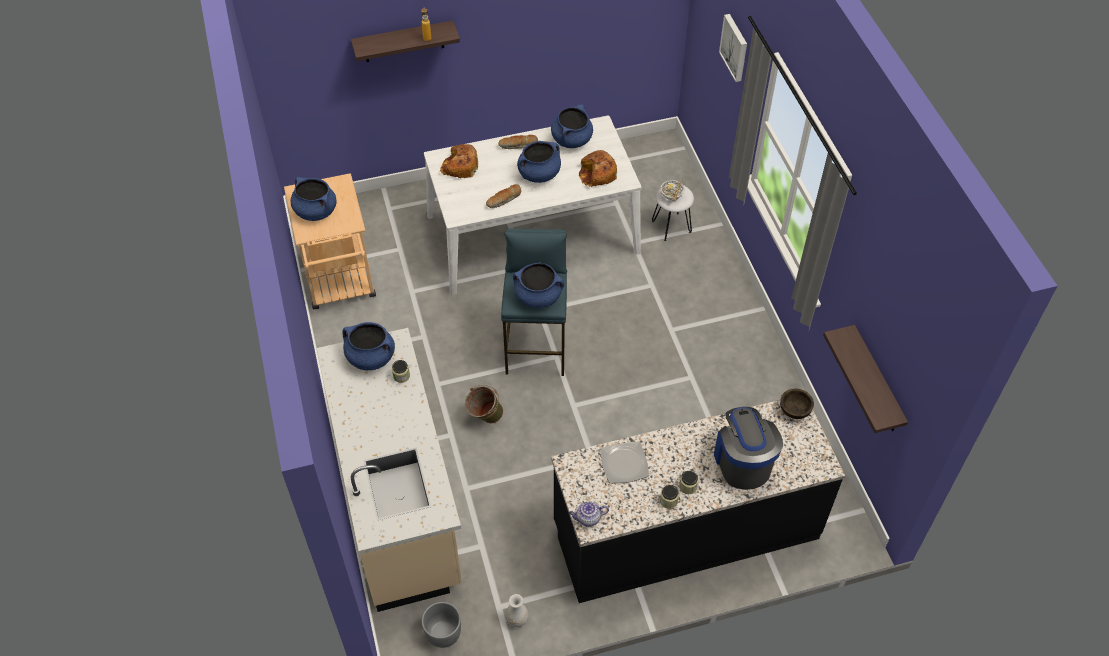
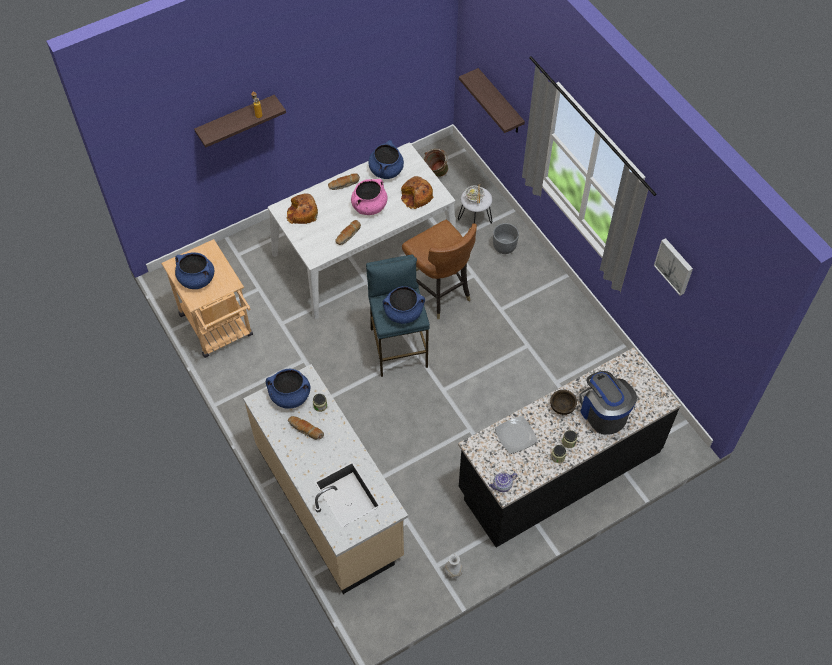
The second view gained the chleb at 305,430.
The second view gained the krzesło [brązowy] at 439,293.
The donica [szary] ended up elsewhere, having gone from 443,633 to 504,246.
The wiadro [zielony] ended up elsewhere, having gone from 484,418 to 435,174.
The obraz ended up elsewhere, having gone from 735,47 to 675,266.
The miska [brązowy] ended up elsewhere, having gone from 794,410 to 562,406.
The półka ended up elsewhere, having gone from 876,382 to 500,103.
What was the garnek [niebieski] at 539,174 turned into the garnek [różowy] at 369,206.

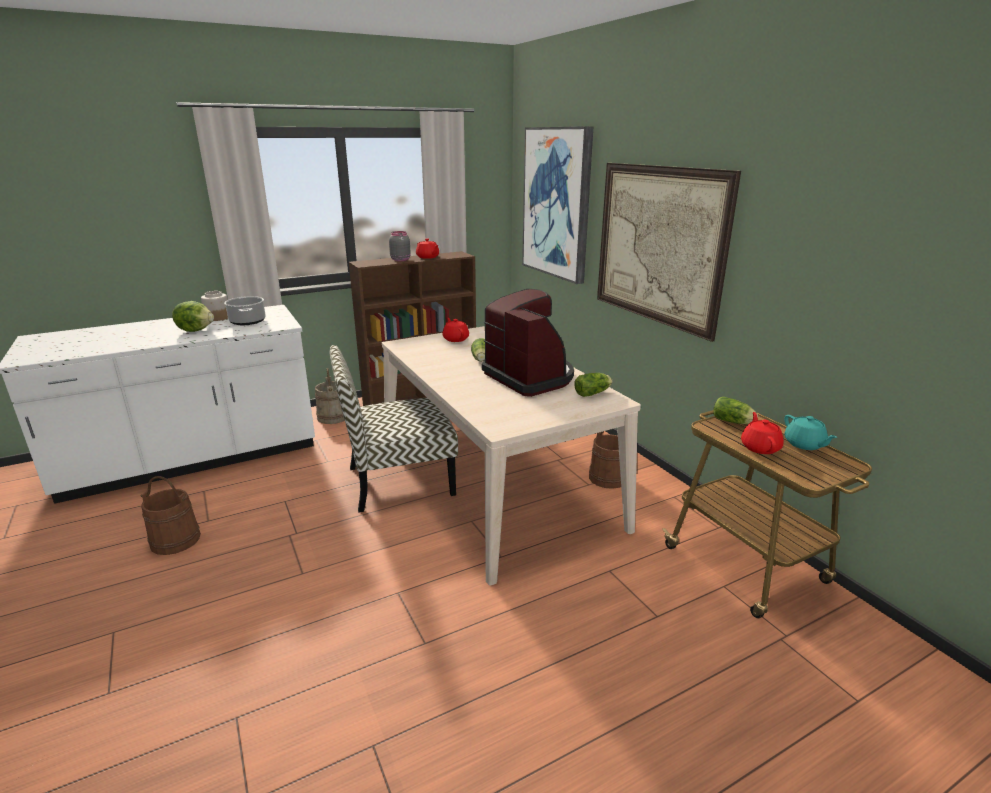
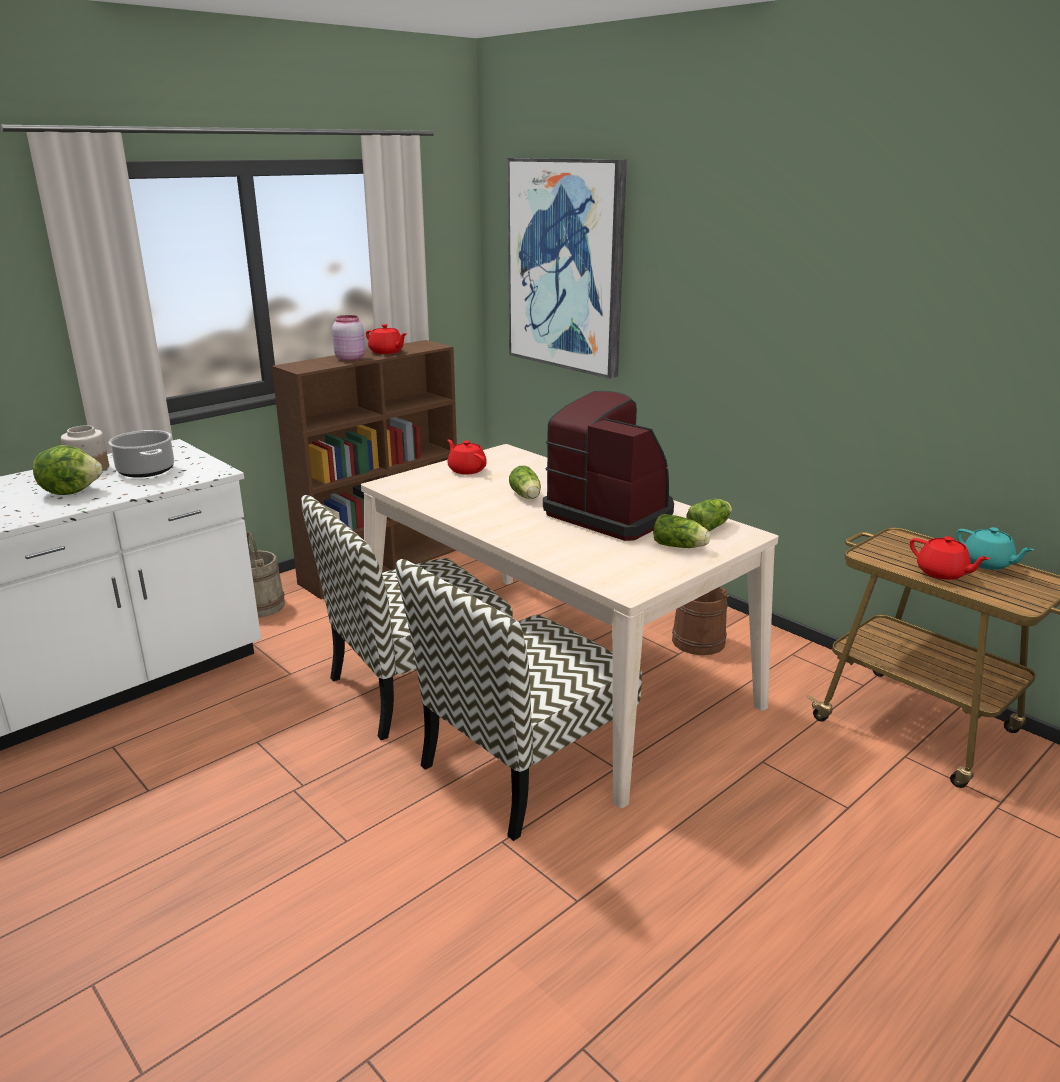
The second view lost the wiadro [brązowy] at 175,540.
The second view lost the obraz at 658,245.
The second view gained the krzesło at 523,768.
The sałata ended up elsewhere, having gone from 734,422 to 681,546.
What was the słoik [szary] at 400,260 turned into the słoik [różowy] at 350,358.
The imbryk [czerwony] at 760,447 ended up facing another way, 150 degrees clockwise from before.

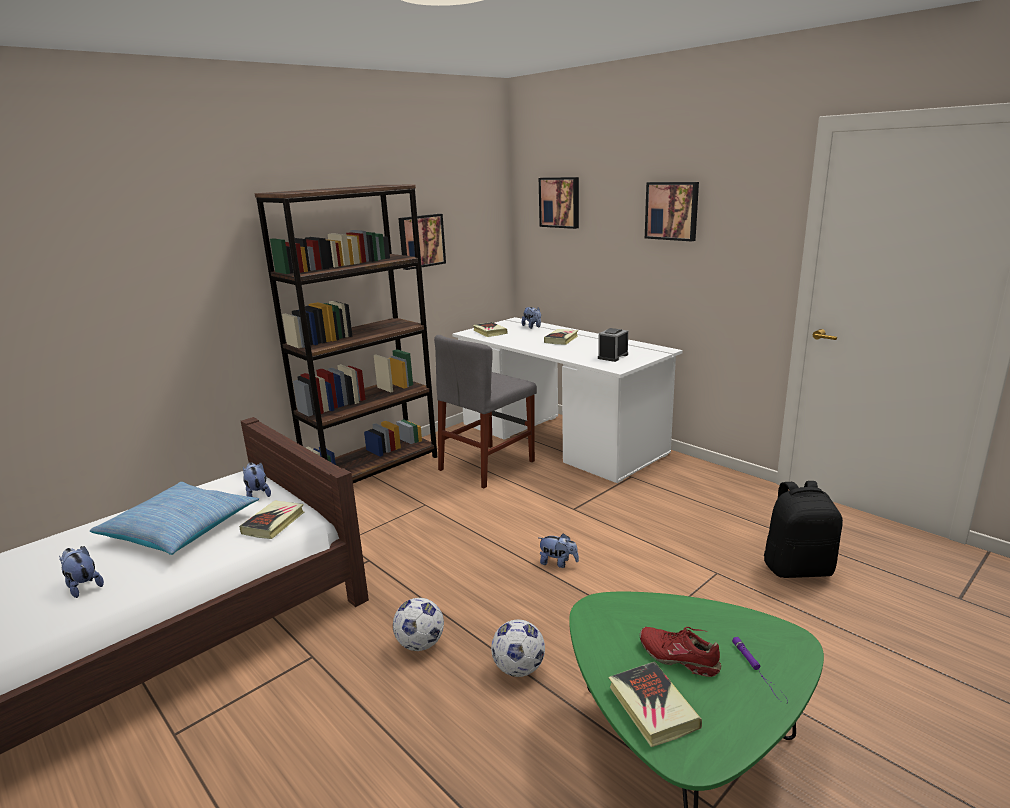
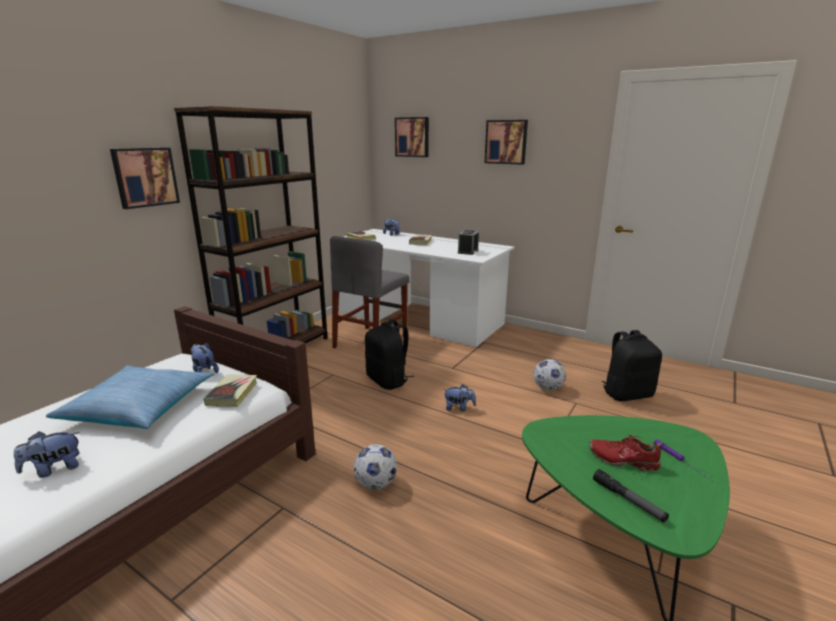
The second view gained the plecak [czarny] at 388,381.
The obraz ended up elsewhere, having gone from 421,241 to 145,177.
The piłka futbolowa ended up elsewhere, having gone from 518,668 to 547,388.
Where the książka stood at 652,707, the latarka came to stand at 628,500.
The pluszak at 83,586 ended up facing another way, 60 degrees counterclockwise from before.

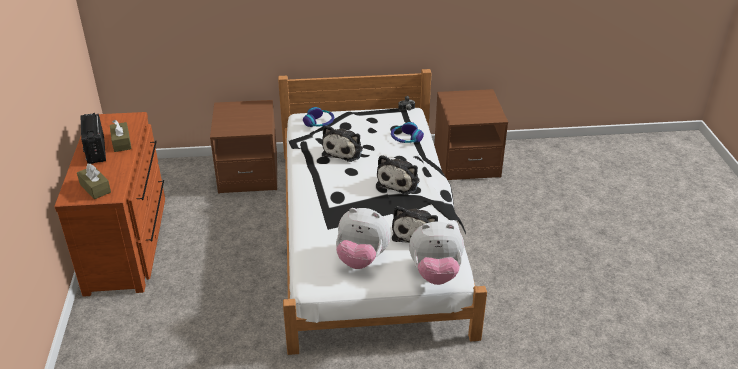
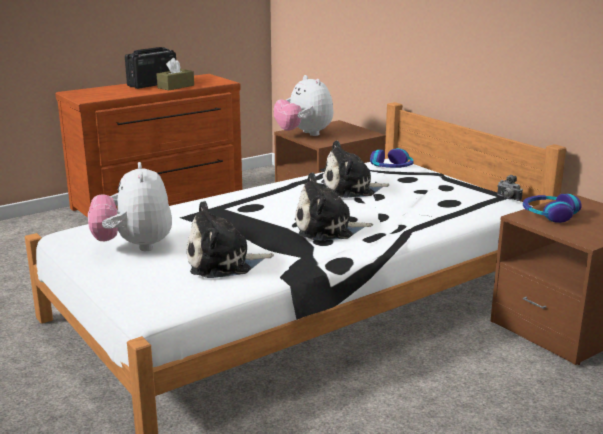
The second view lost the pudełko chusteczek [brązowy] at 95,188.
The słuchawki ended up elsewhere, having gone from 406,138 to 549,215.
The pluszak ended up elsewhere, having gone from 435,273 to 304,134.

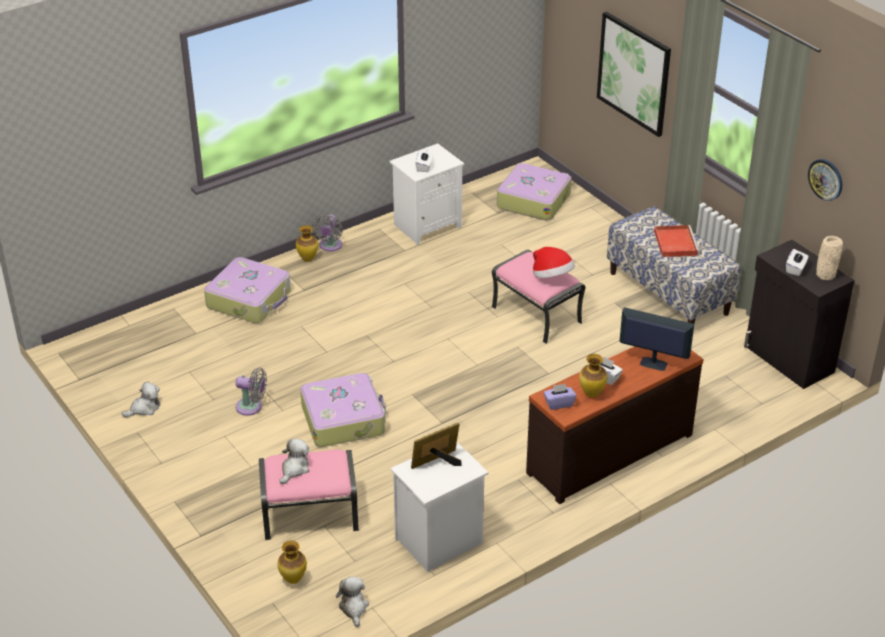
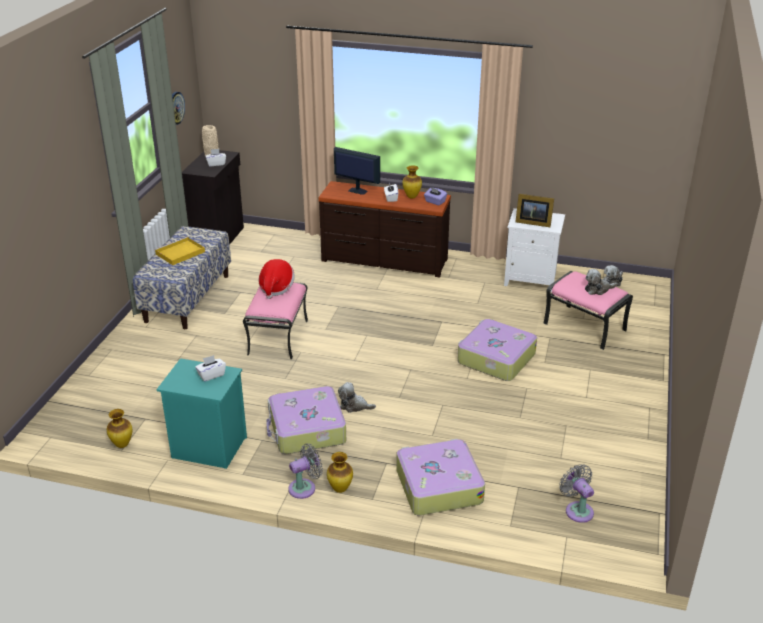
The second view lost the obraz at 634,73.
The pluszak ended up elsewhere, having gone from 144,408 to 354,406.
The wentylator [szary] ended up elsewhere, having gone from 251,407 to 577,510.
The wazon ended up elsewhere, having gone from 293,579 to 122,445.
The walizka ended up elsewhere, having gone from 533,200 to 306,430.
What was the szafka nocna [biały] at 427,225 turned into the szafka nocna [turkusowy] at 207,448.
What was the taca [czerwony] at 675,242 turned into the taca [żółty] at 179,253.
The monitor at 652,363 ended up facing another way, 135 degrees clockwise from before.

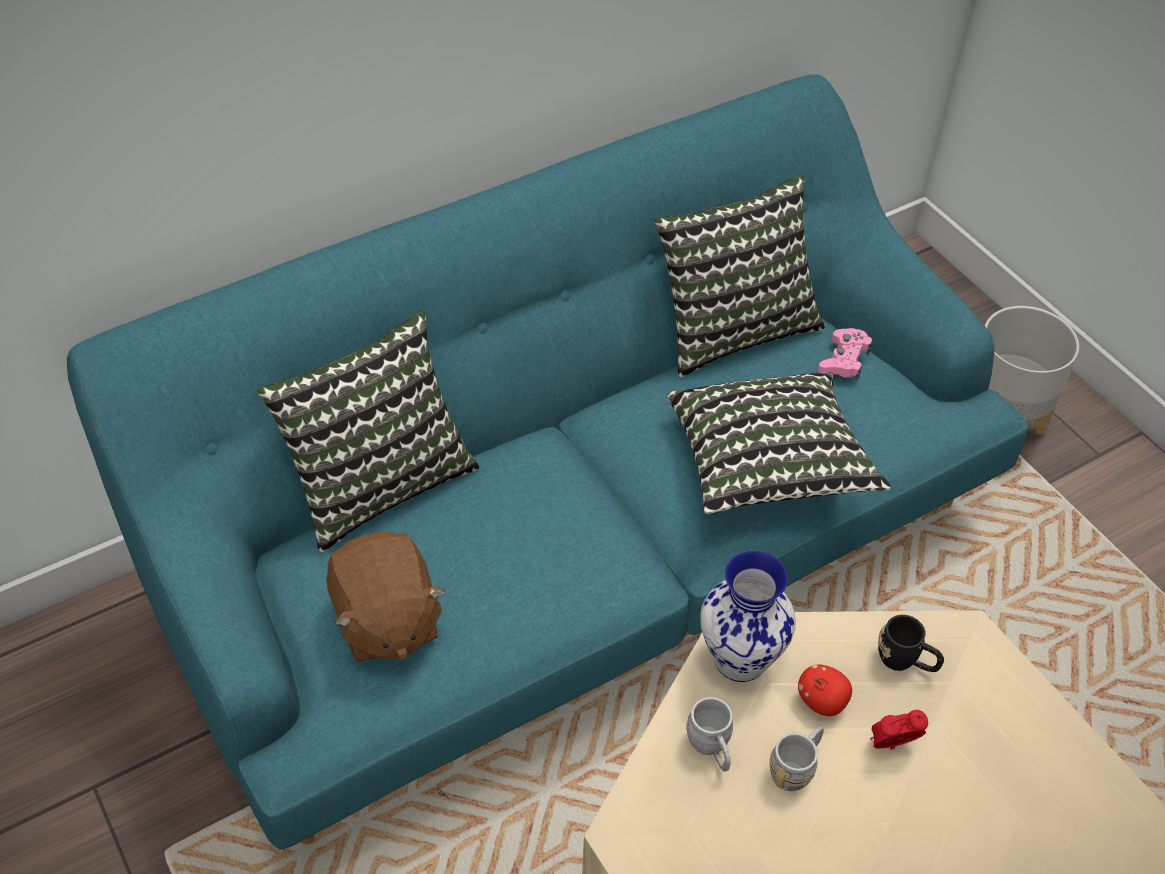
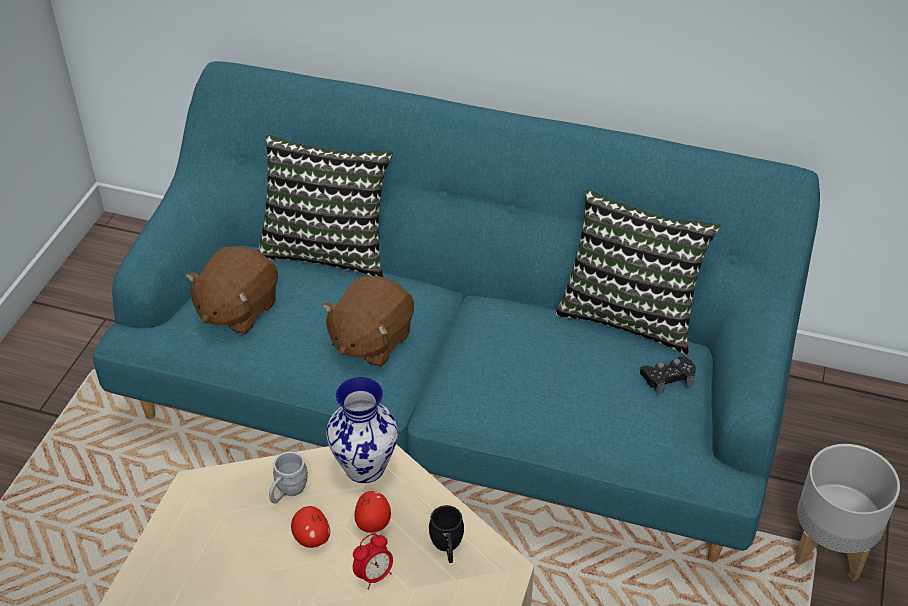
The second view lost the poduszka at 767,465.
The second view gained the pluszak [brązowy] at 370,341.
Where the kubek [szary] stood at 796,768, the jabłko came to stand at 312,538.
What was the pad do gier [różowy] at 844,360 turned into the pad do gier [czarny] at 668,378.
The budzik at 891,746 ended up facing another way, 105 degrees clockwise from before.

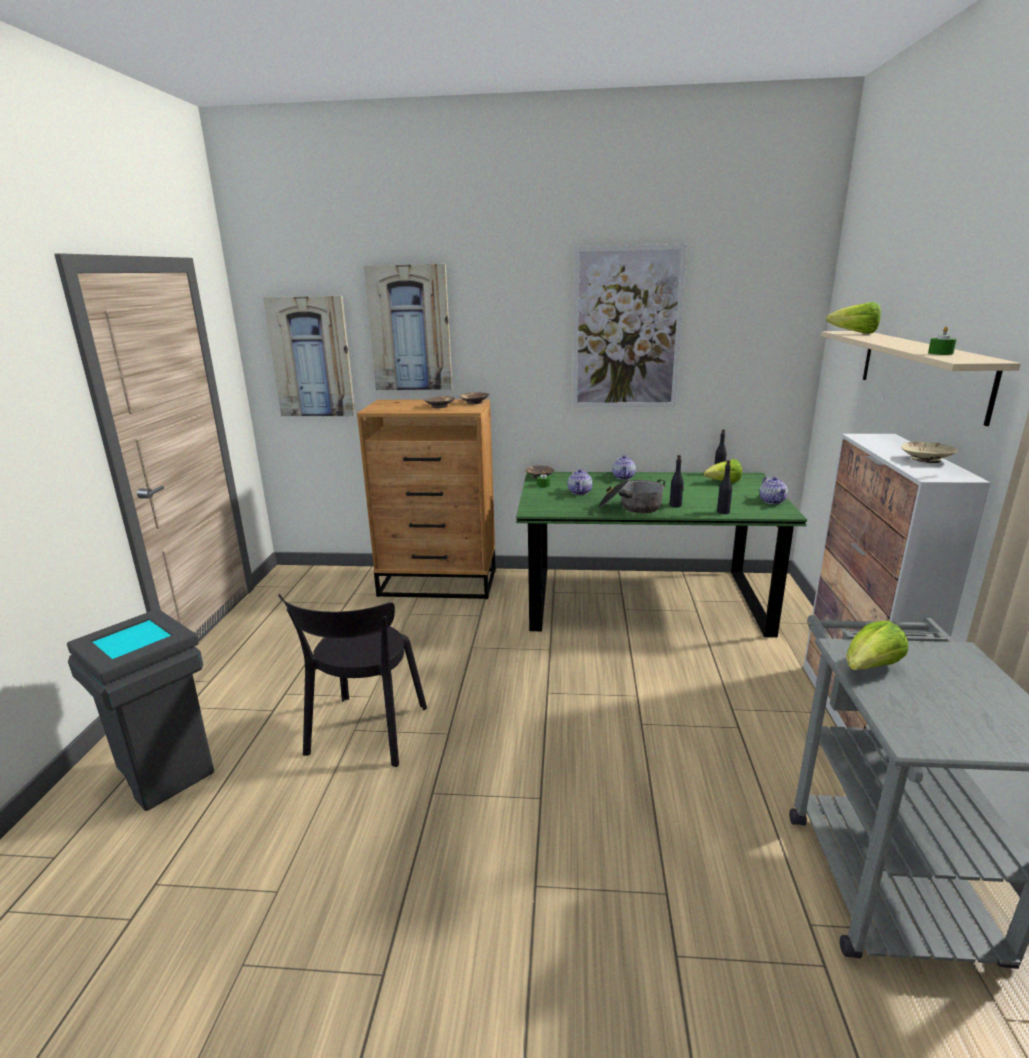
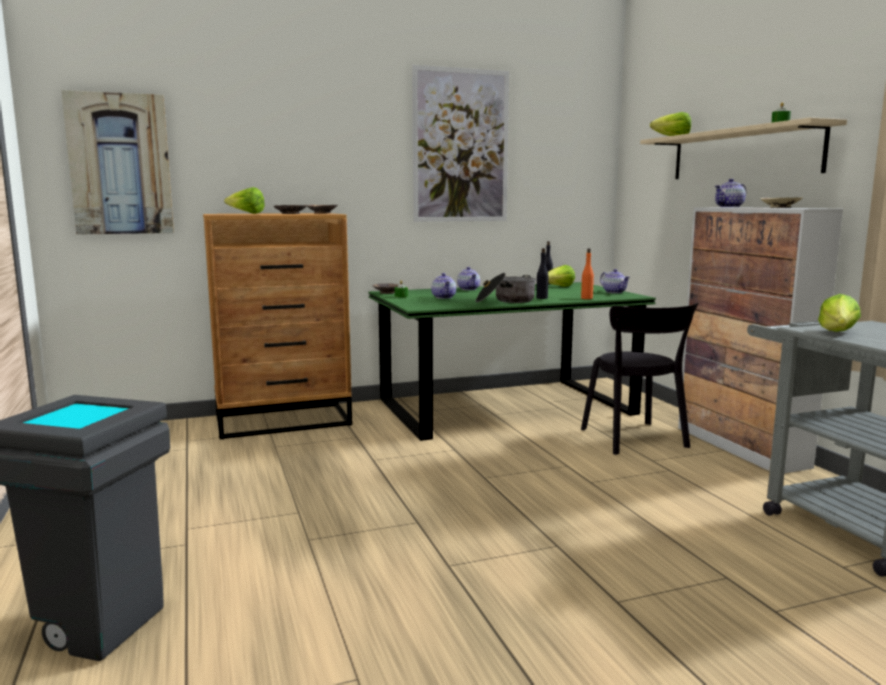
The second view lost the obraz at 410,328.
The second view gained the sałata at 246,213.
The second view gained the imbryk at 729,207.
The krzesło [czarny] ended up elsewhere, having gone from 365,734 to 635,440.
What was the butelka [czarny] at 723,512 turned into the butelka [pomarańczowy] at 586,298.

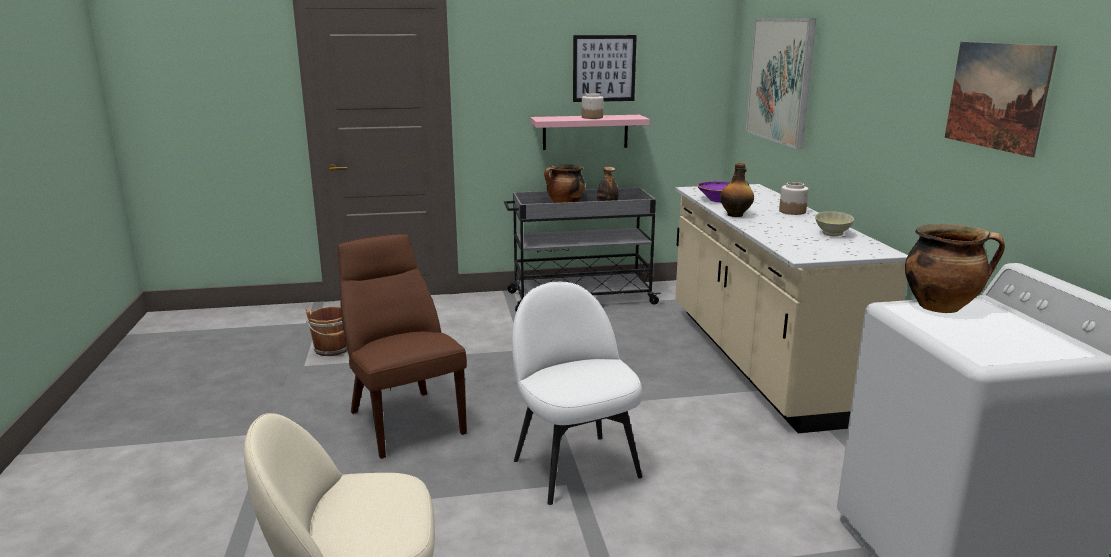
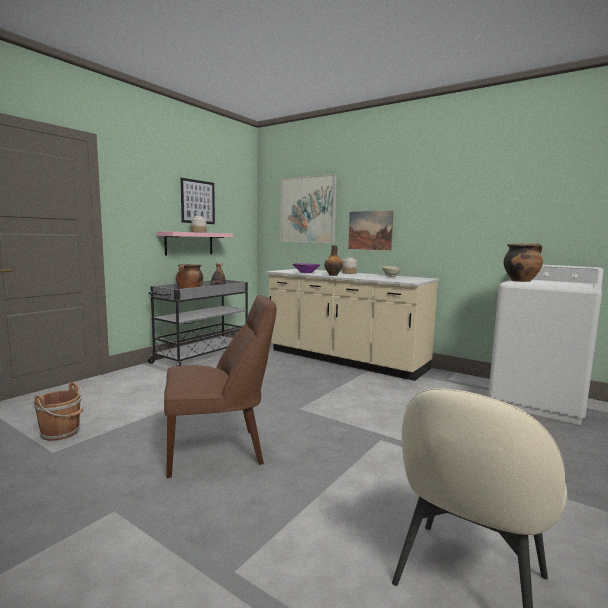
The second view lost the krzesło [biały] at 575,466.
The obraz ended up elsewhere, having gone from 996,96 to 370,230.
The krzesło [brązowy] at 404,420 ended up facing another way, 150 degrees clockwise from before.

